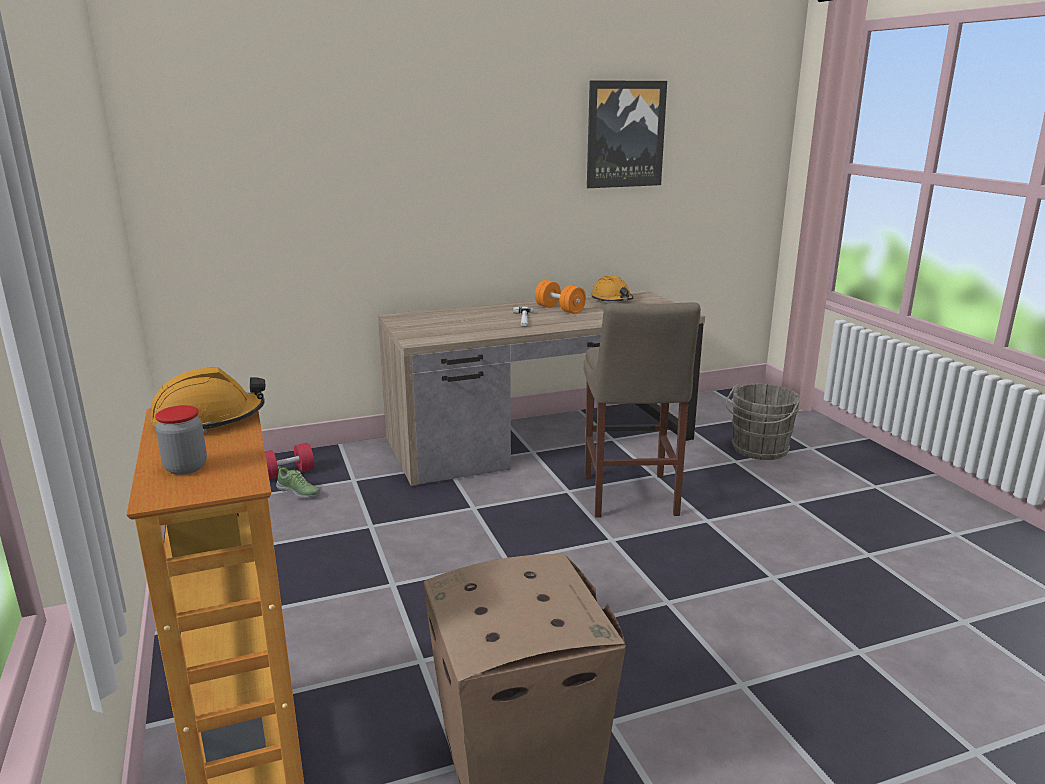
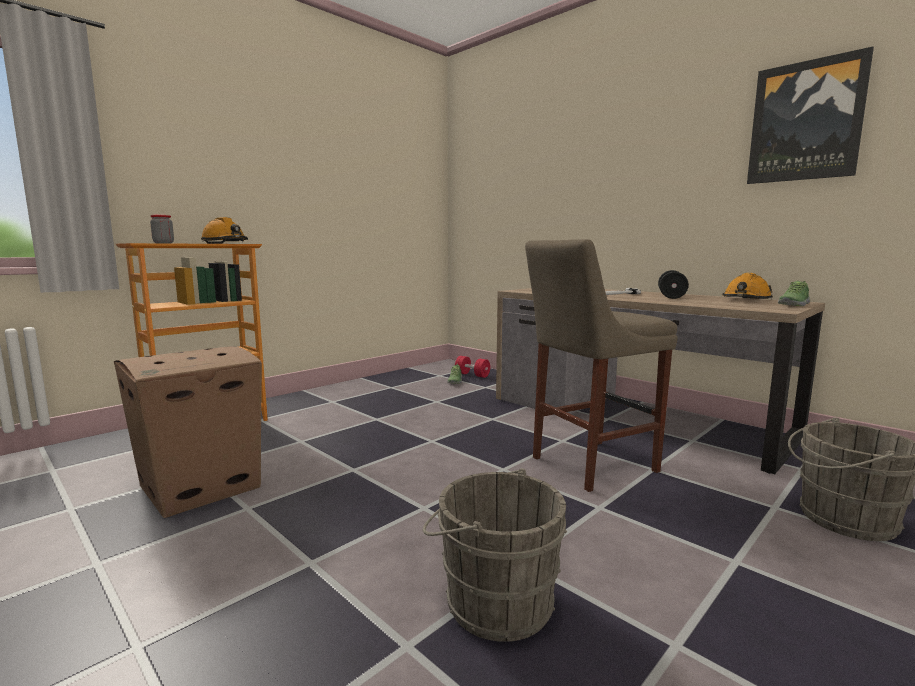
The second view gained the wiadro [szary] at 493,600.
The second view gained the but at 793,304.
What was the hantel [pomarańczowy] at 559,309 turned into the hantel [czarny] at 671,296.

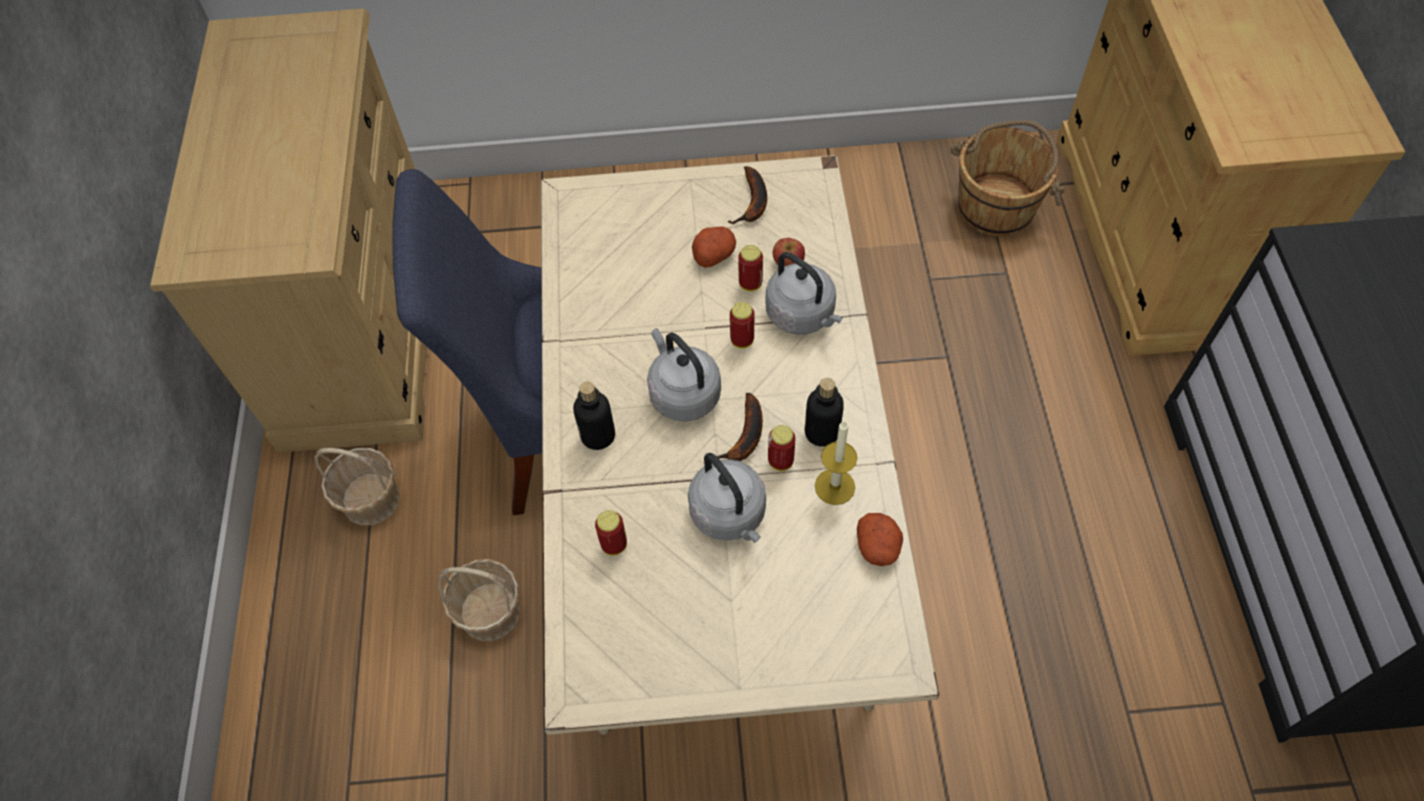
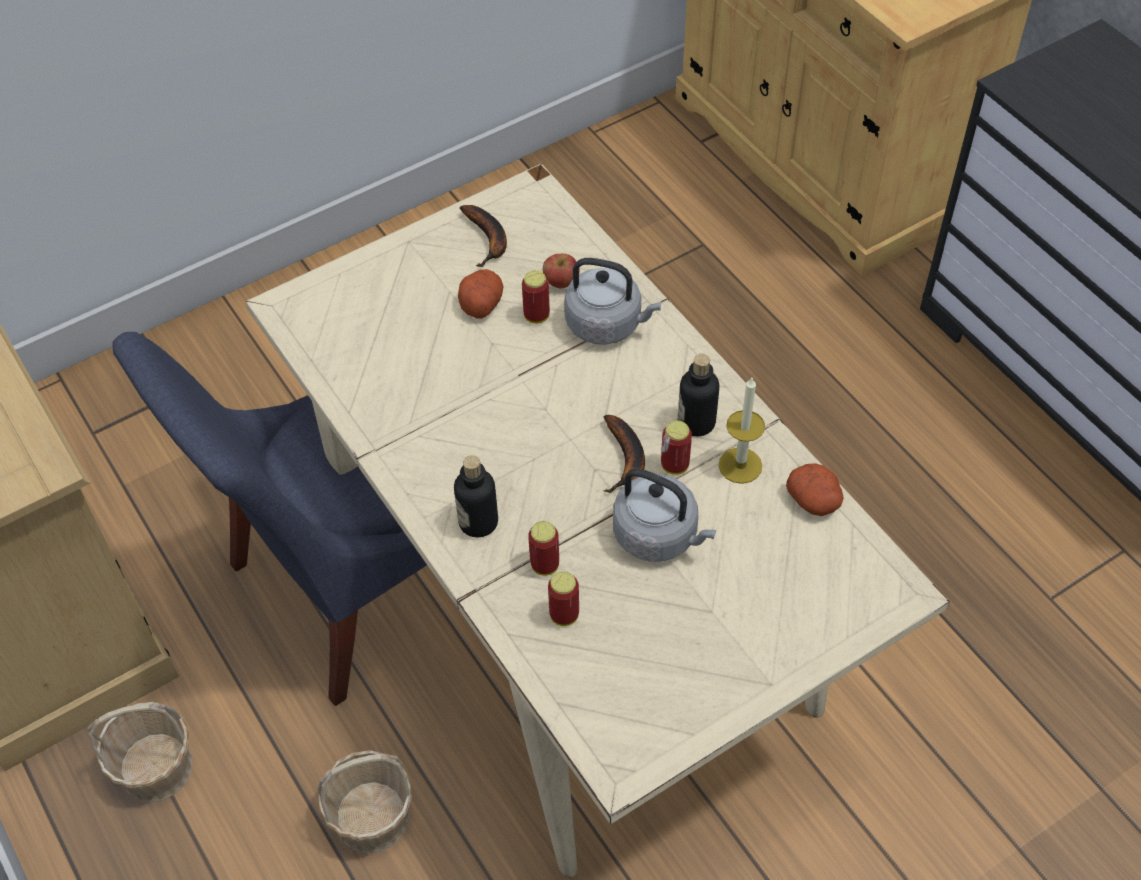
The second view lost the czajnik [szary] at 682,393.
The second view lost the wiadro [brązowy] at 996,206.
The puszka ended up elsewhere, having gone from 742,340 to 545,565.

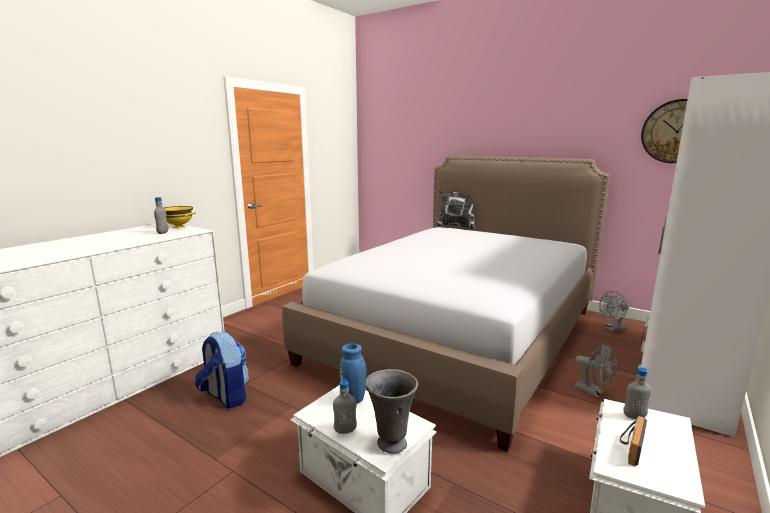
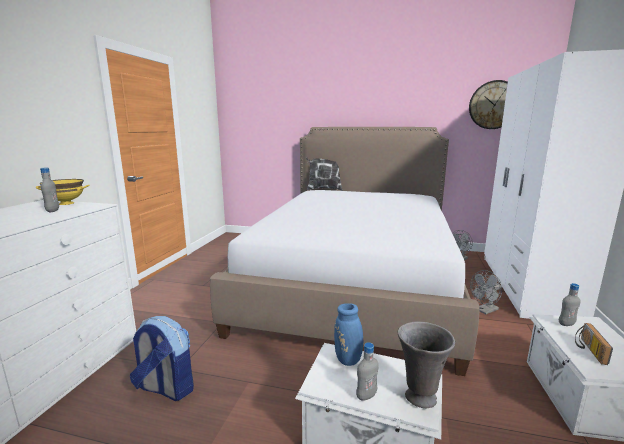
The wentylator [szary] at 593,392 ended up facing another way, 120 degrees clockwise from before.

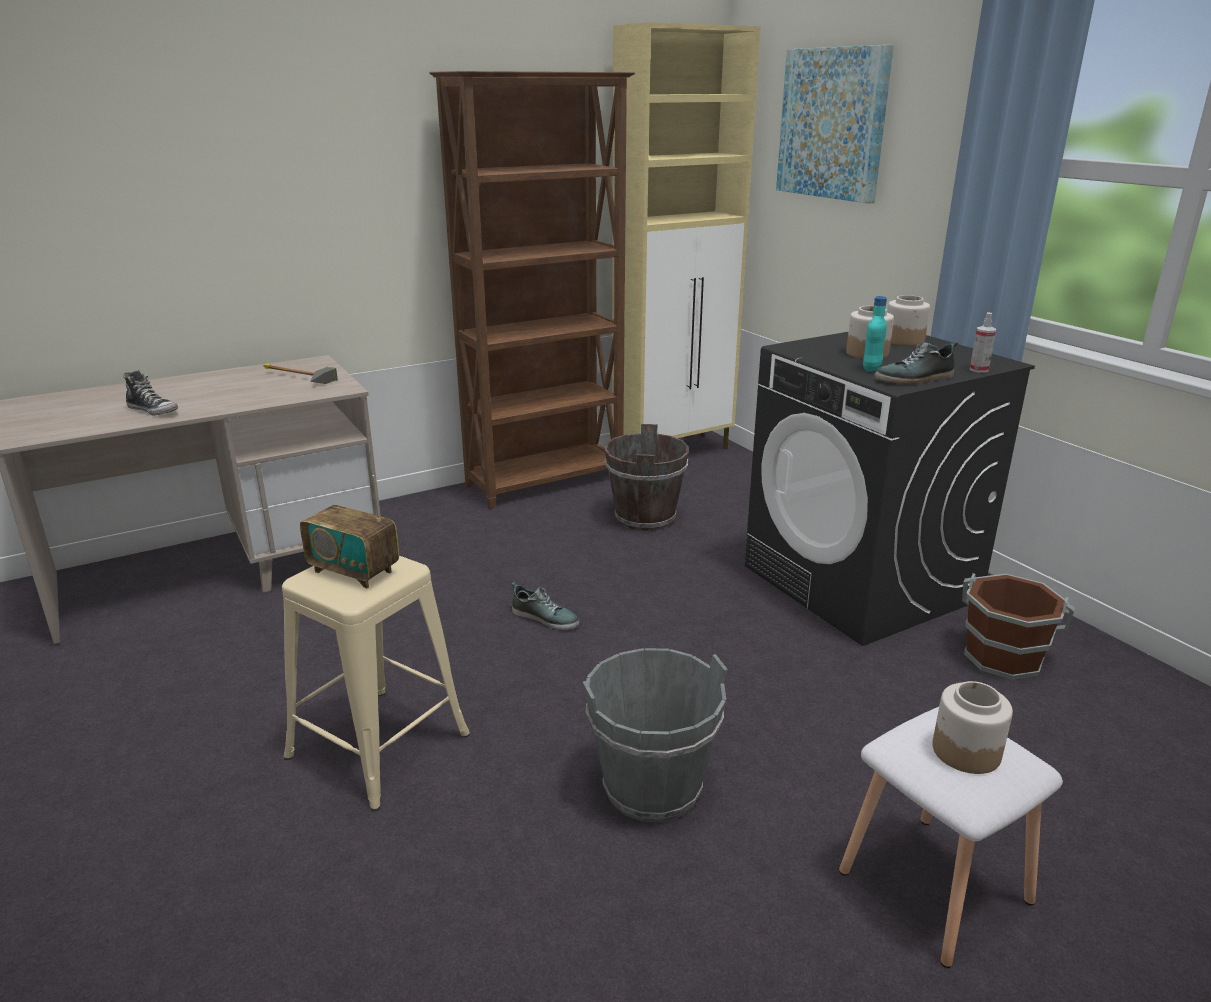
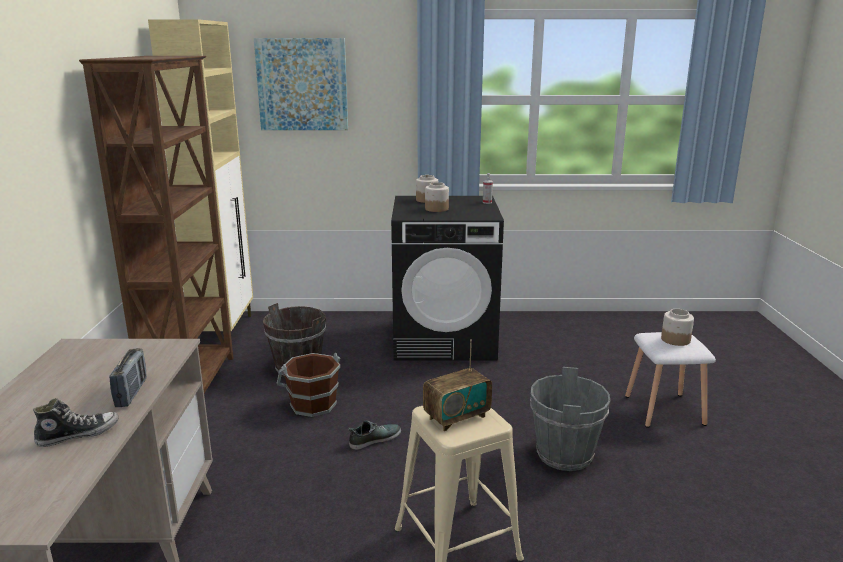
The second view lost the młotek at 292,378.
The second view lost the butelka [turkusowy] at 871,369.
The second view lost the but at 915,378.
The second view gained the radio at 131,393.
The wiadro [brązowy] ended up elsewhere, having gone from 1003,656 to 312,404.

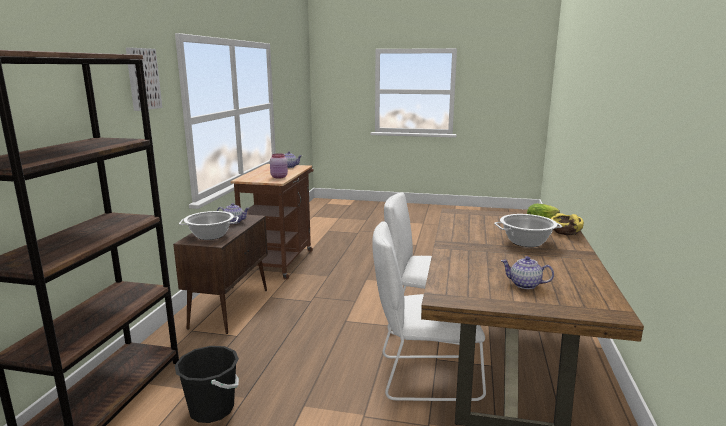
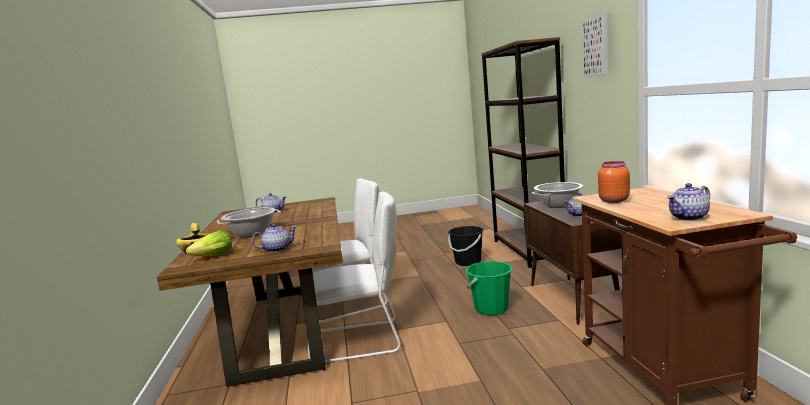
The second view gained the imbryk at 277,249.
The second view gained the wiadro [zielony] at 491,308.
What was the słoik [różowy] at 279,177 turned into the słoik [pomarańczowy] at 613,201.

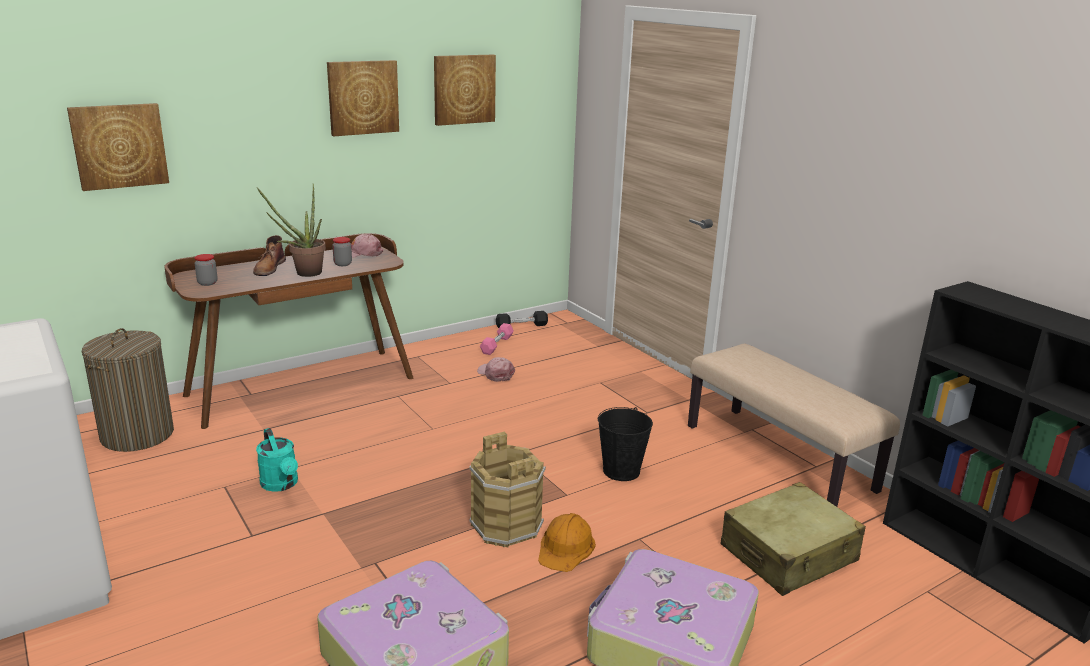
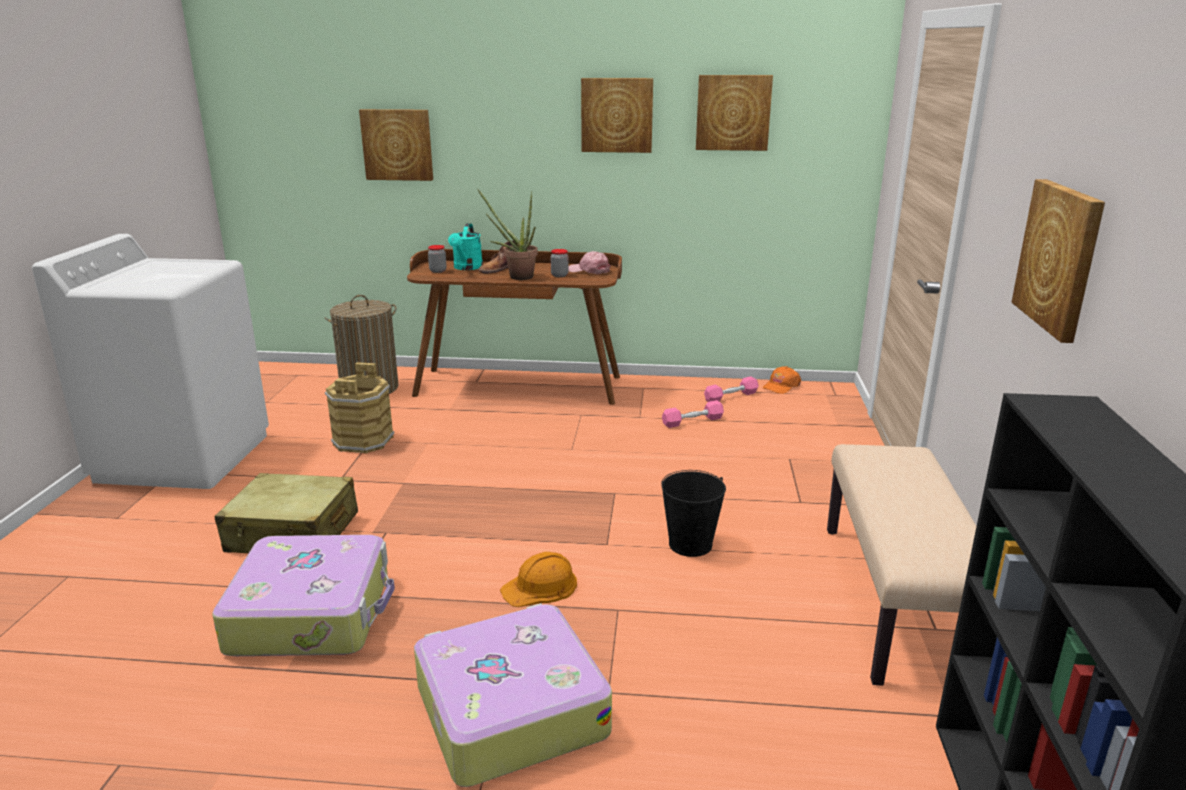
The second view gained the obraz at 1060,257.
The konewka [turkusowy] ended up elsewhere, having gone from 281,485 to 466,268.
The wiadro [brązowy] ended up elsewhere, having gone from 506,525 to 364,440.
The walizka [beżowy] ended up elsewhere, having gone from 789,554 to 293,533.
Where the czapka z daszkiem [różowy] stood at 495,374, the hantel [różowy] came to stand at 692,421.
Where the hantel [czarny] stood at 521,326, the czapka z daszkiem [pomarańczowy] came to stand at 781,386.

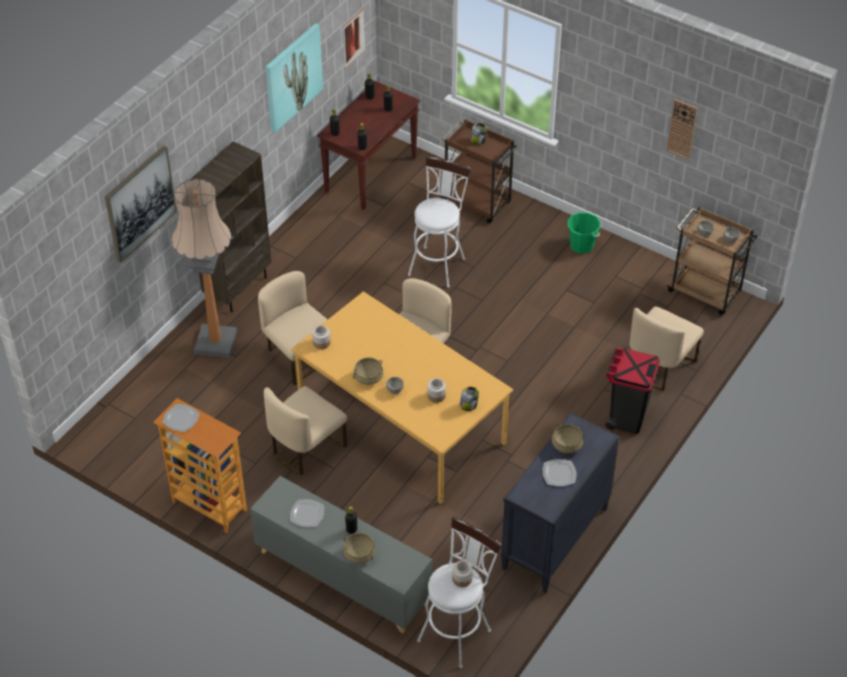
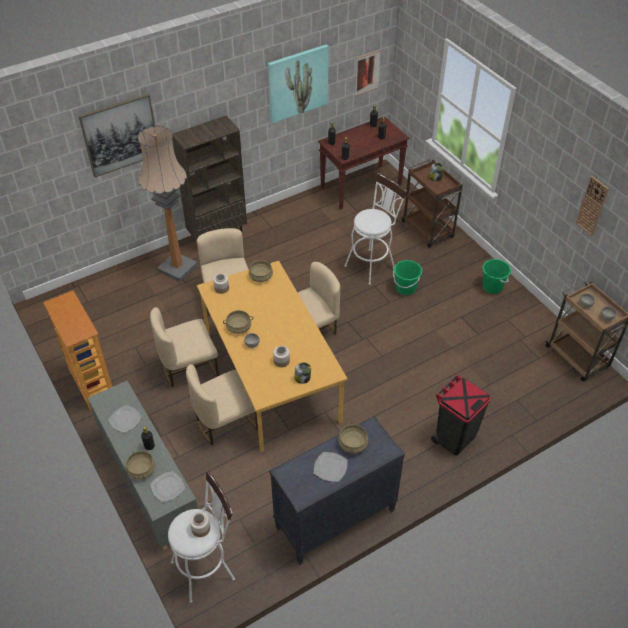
The second view gained the garnek [beżowy] at 261,277.
The second view gained the wiadro [zielony] at 405,288.
The talerz ended up elsewhere, having gone from 181,419 to 167,487.
The krzesło [beżowy] ended up elsewhere, having gone from 659,366 to 226,422.

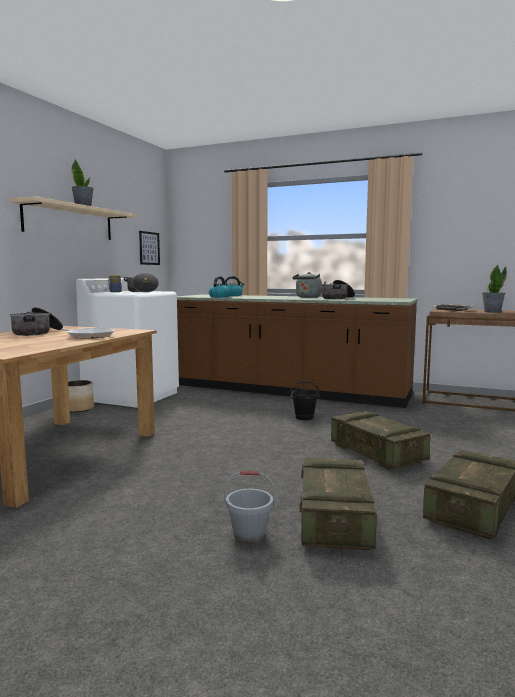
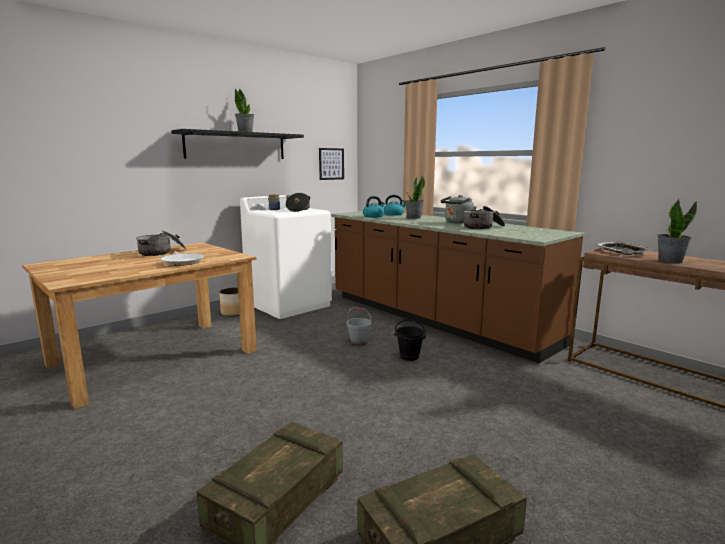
The second view lost the skrzynka at 377,454.
The second view gained the roślina doniczkowa at 413,218.
The wiadro [szary] ended up elsewhere, having gone from 249,536 to 359,342.
What was the półka [beżowy] at 69,222 turned into the półka [czarny] at 236,146.

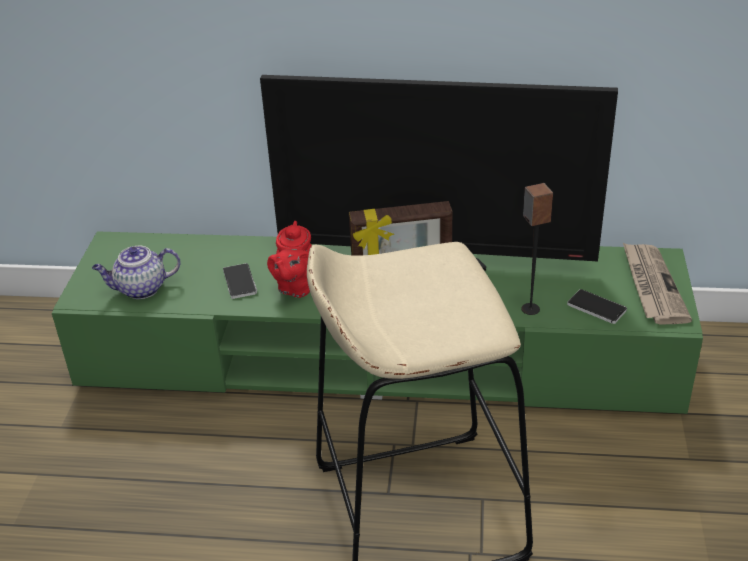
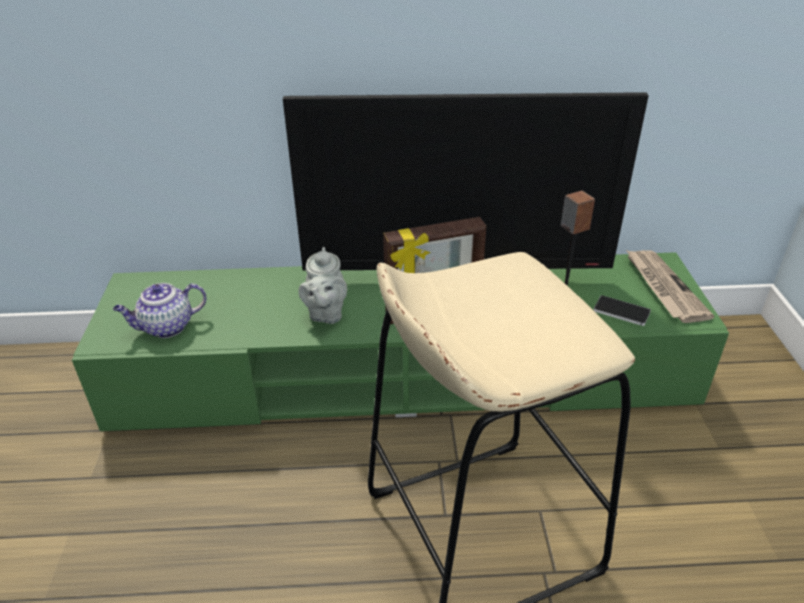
The second view lost the telefon at 240,282.
What was the imbryk [czerwony] at 295,287 turned into the imbryk [szary] at 326,313.

